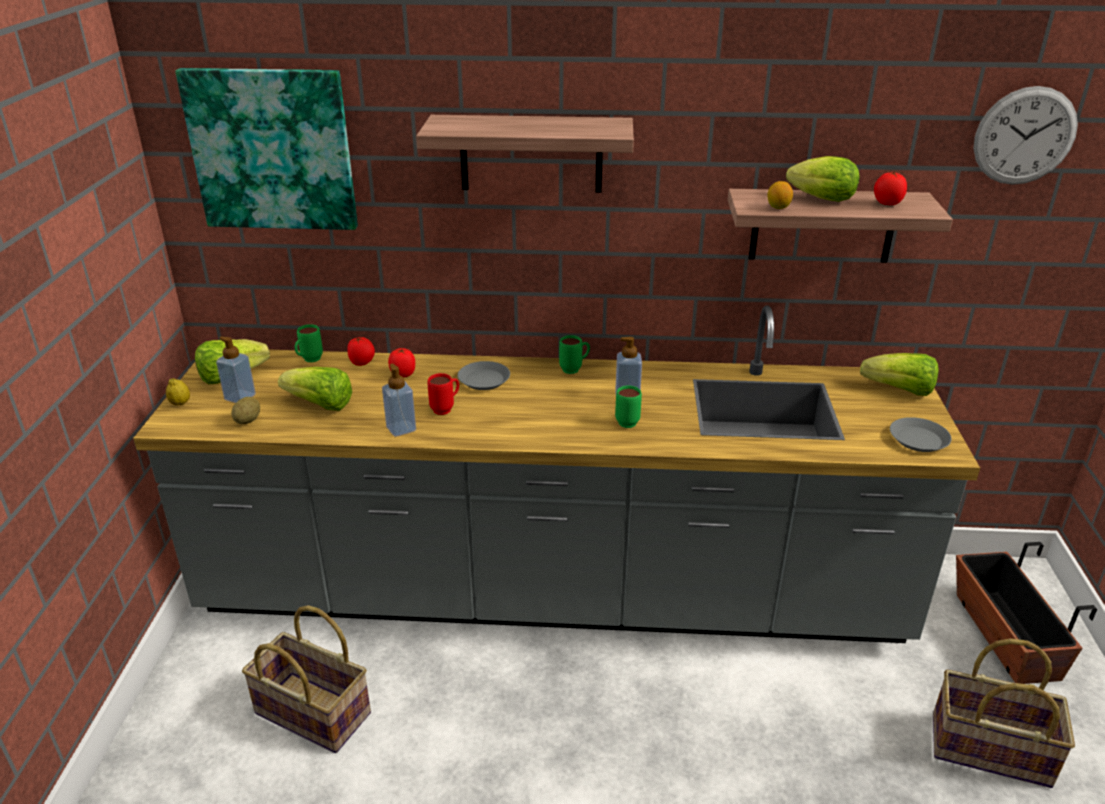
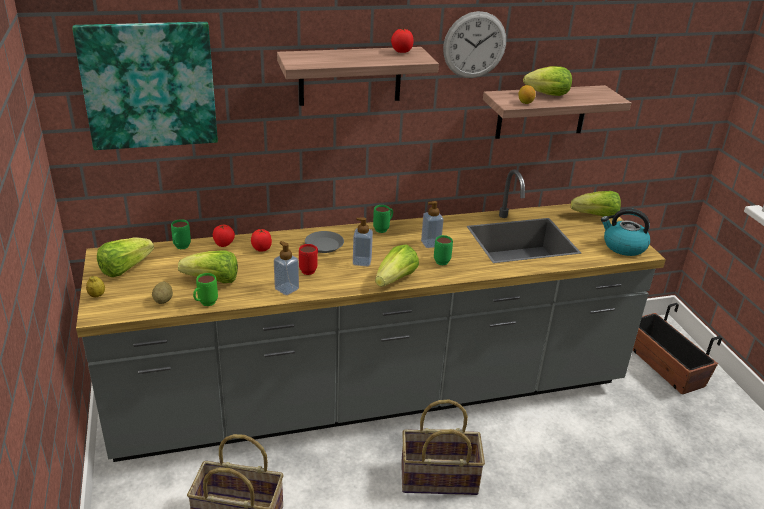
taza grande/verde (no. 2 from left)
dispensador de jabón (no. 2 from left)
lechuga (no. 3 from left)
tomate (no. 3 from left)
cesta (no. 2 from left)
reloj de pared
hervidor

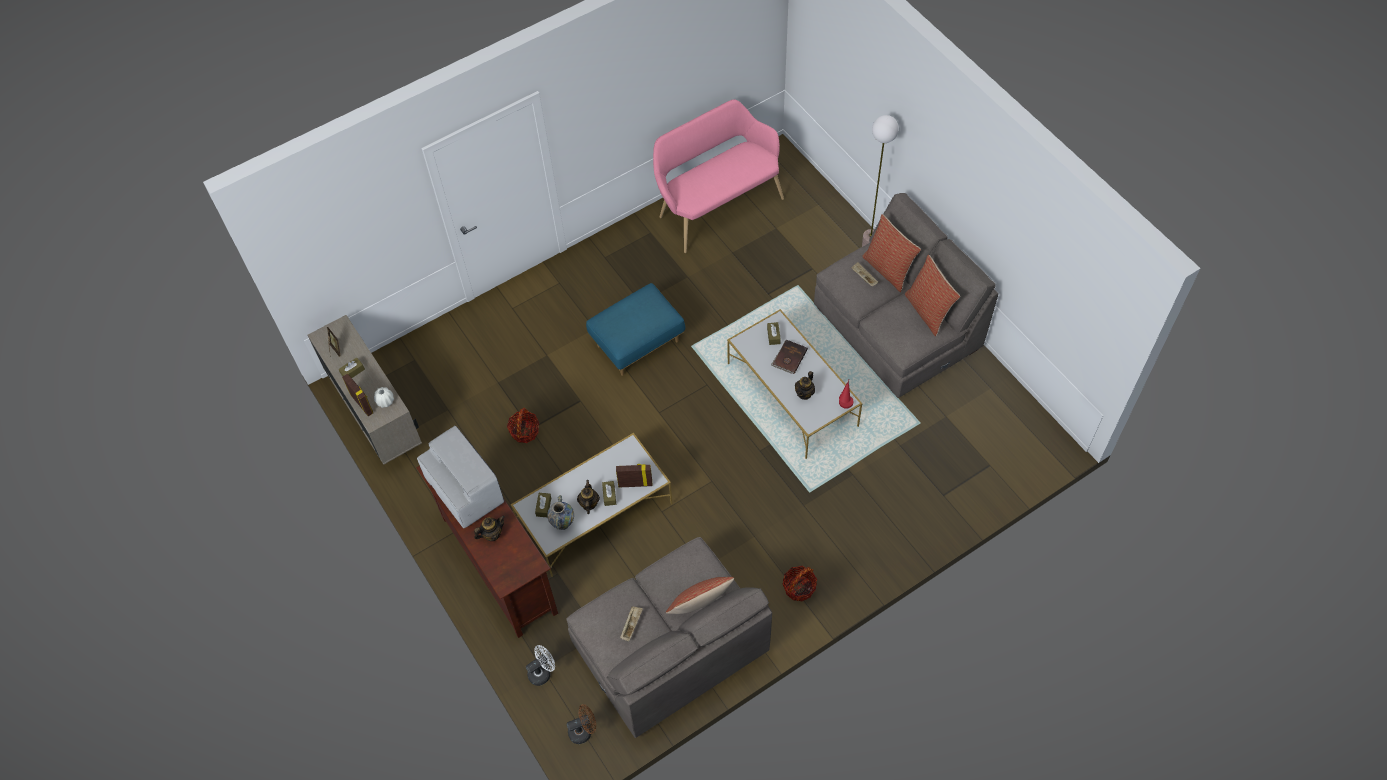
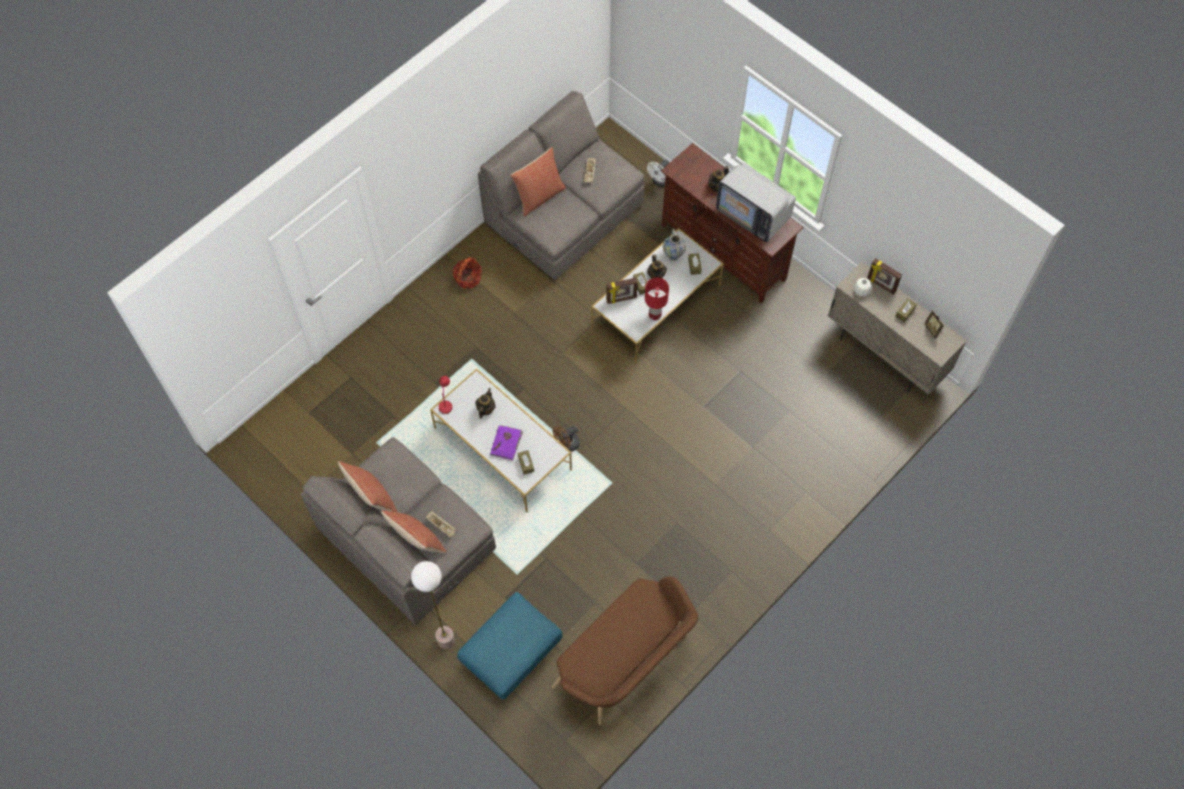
puf/azul
libro/morado
banco/marrón
ventilador/marrón
lámpara de mesa/rojo (no. 2 from left)
cesta (no. 1 from left in the first image)

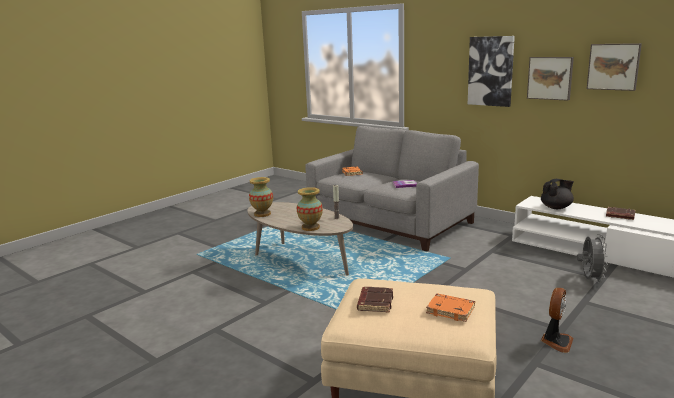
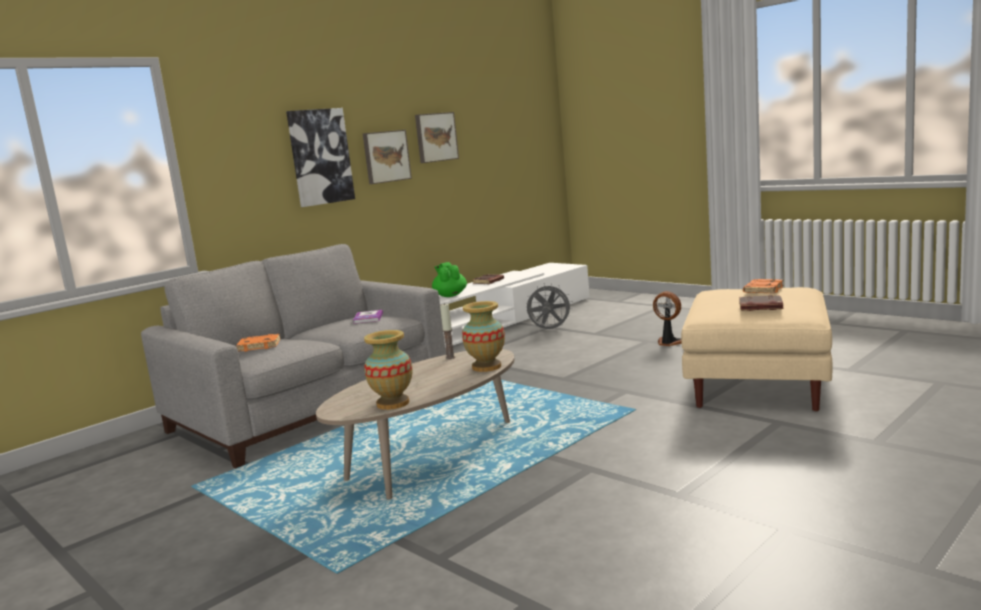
tetera/verde

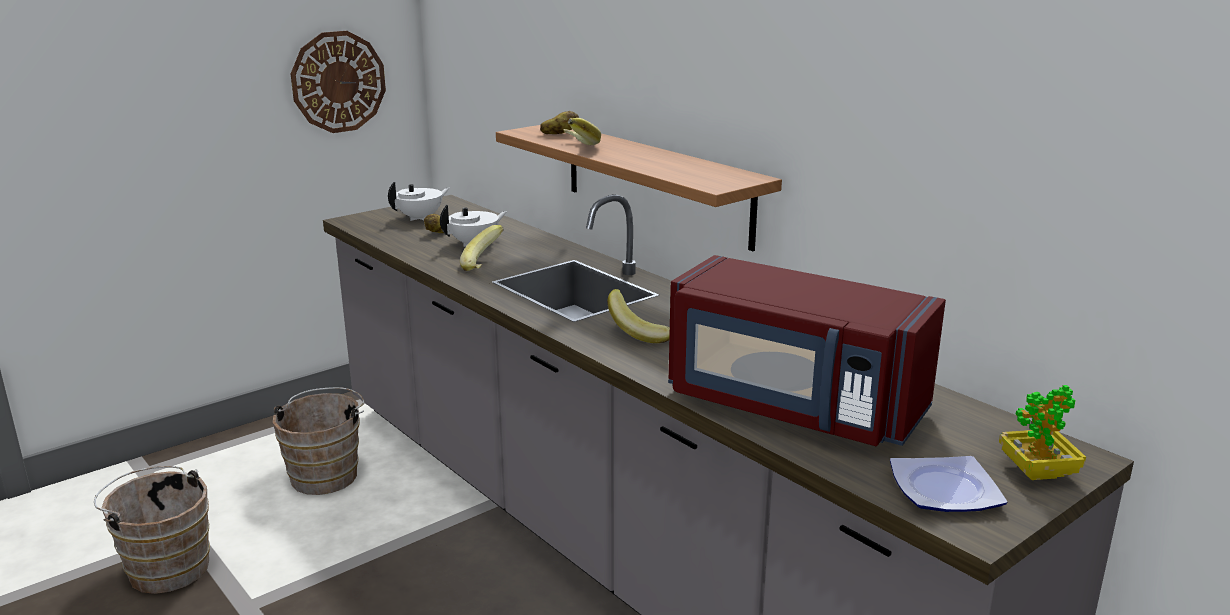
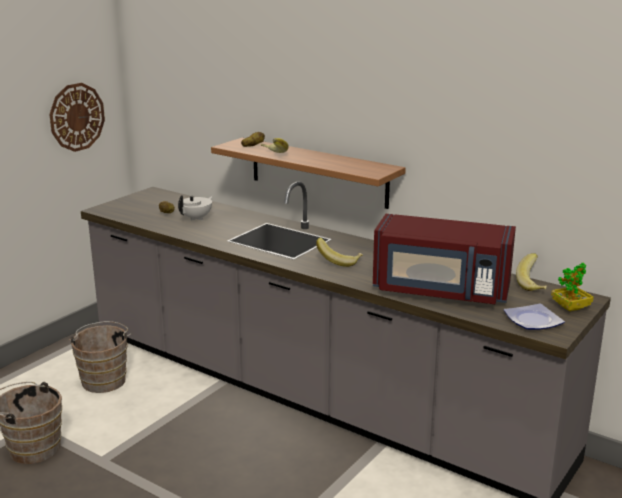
plátano (no. 3 from left)
tetera/blanco (no. 1 from left in the first image)

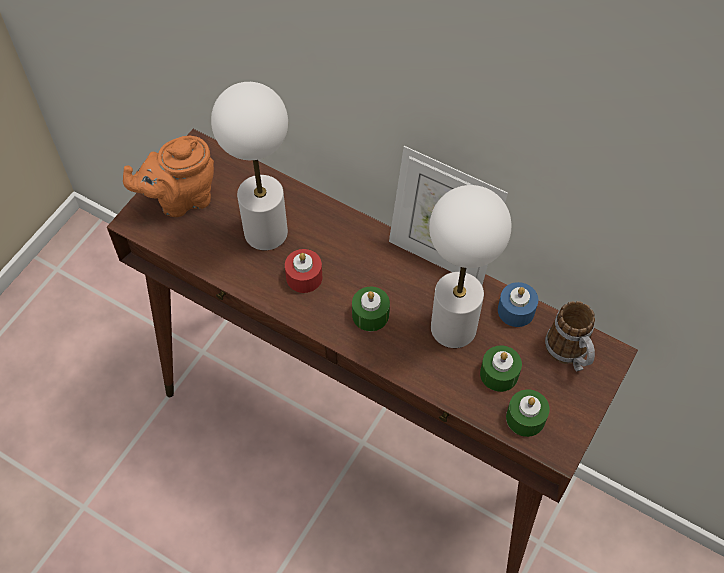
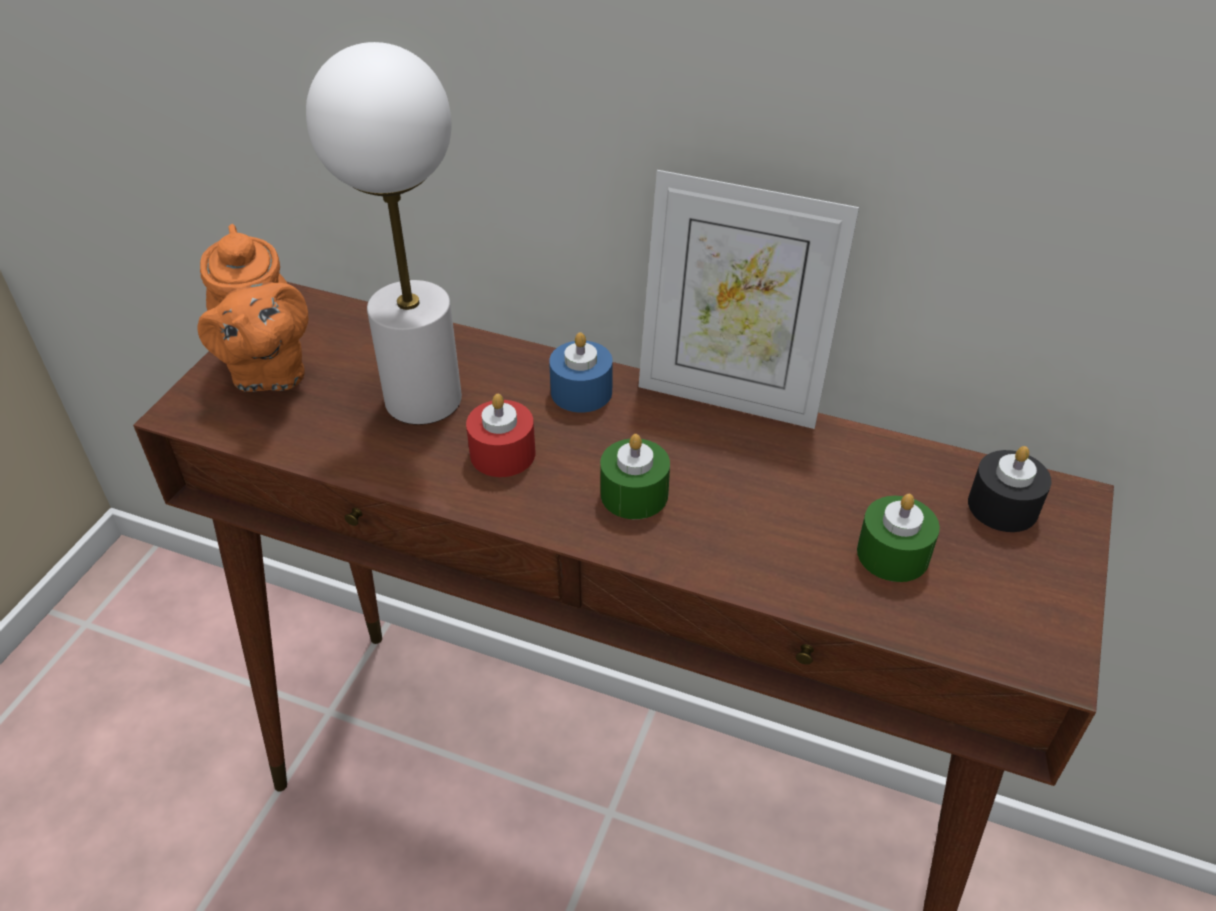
tetera/naranja
vela/azul
vela/negro
lámpara de mesa/blanco (no. 2 from left in the first image)
vela/verde (no. 3 from left in the first image)

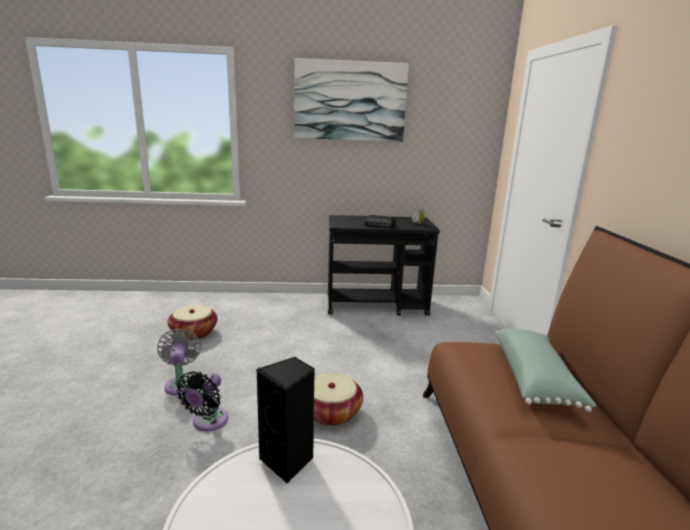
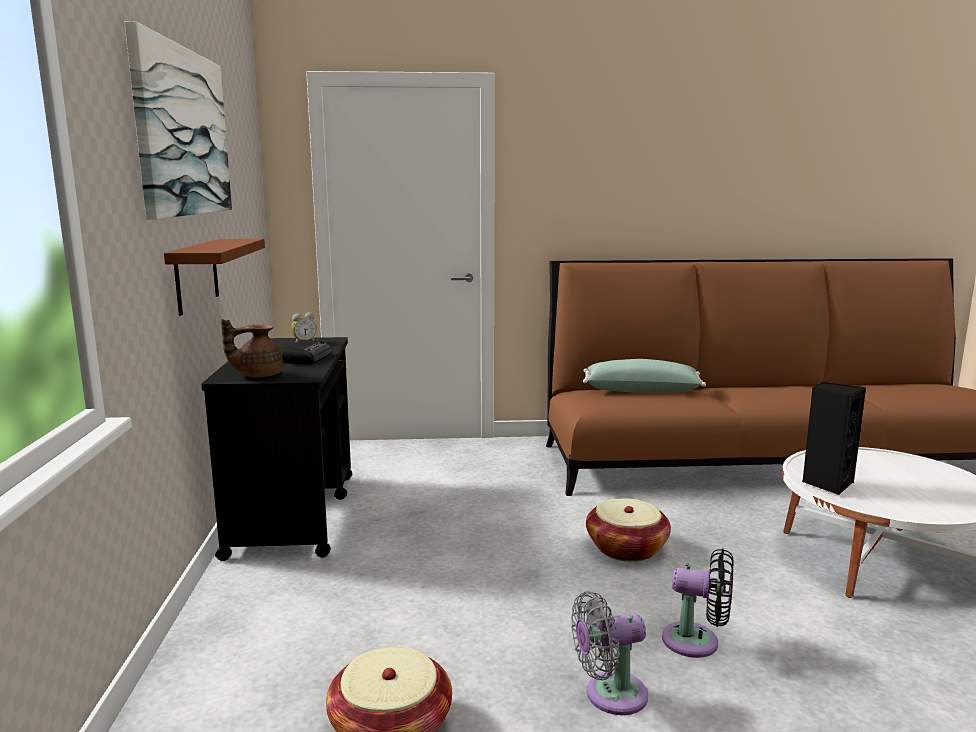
estante/marrón
tetera/marrón

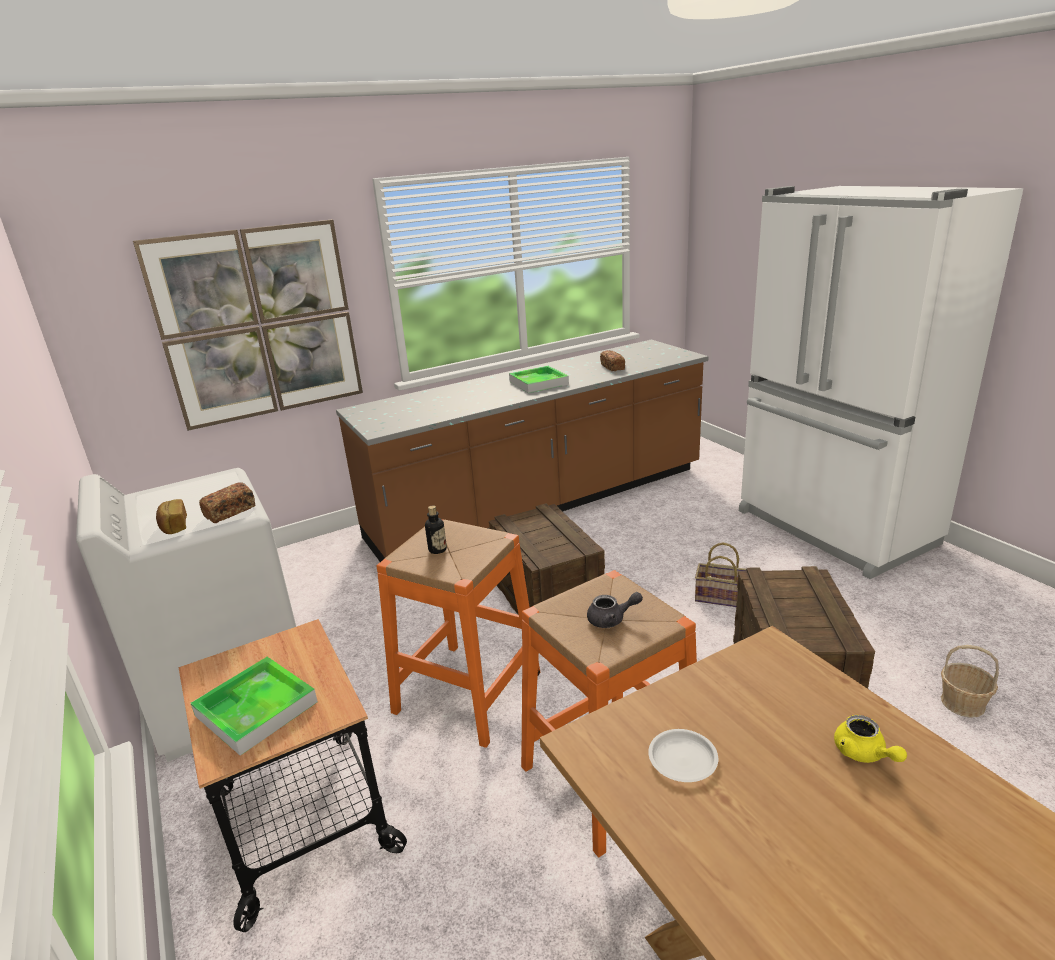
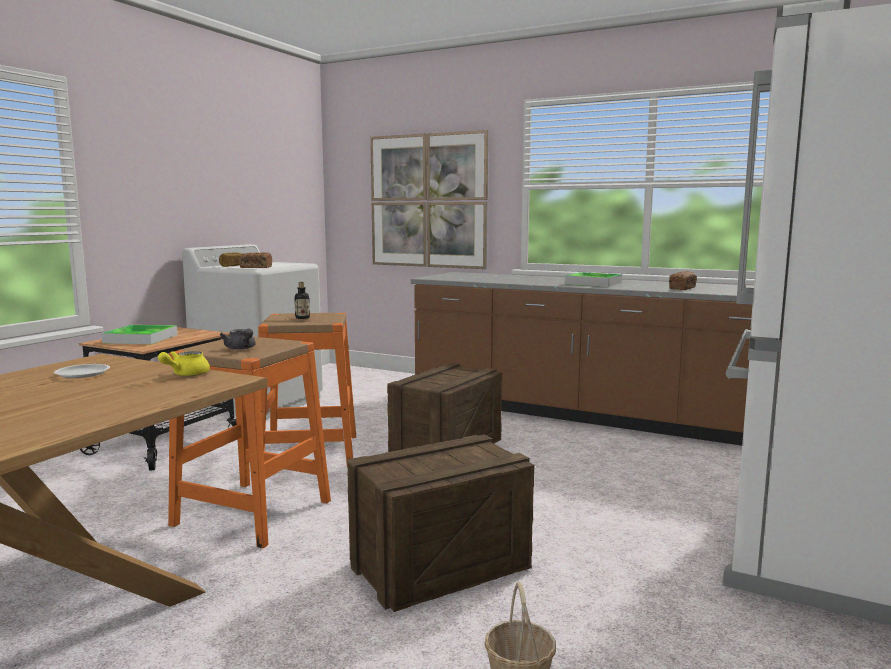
tetera/amarillo
cesta (no. 1 from left in the first image)

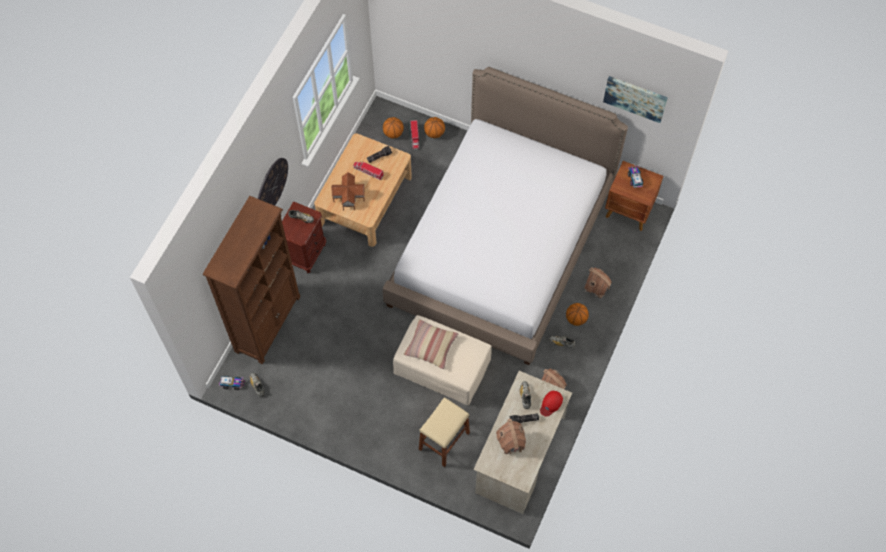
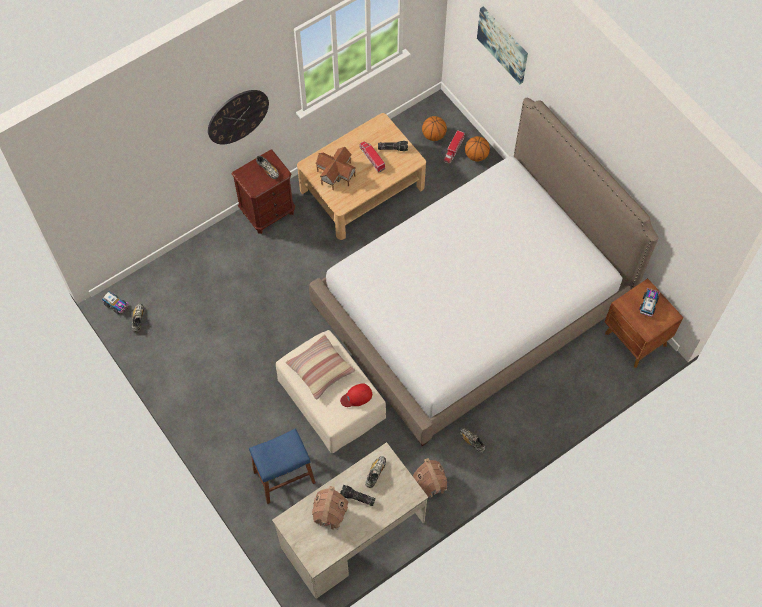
taburete/azul
gorra/rojo
cuadro
estantería/marrón
balón de baloncesto (no. 3 from left in the first image)
casita (no. 4 from left in the first image)

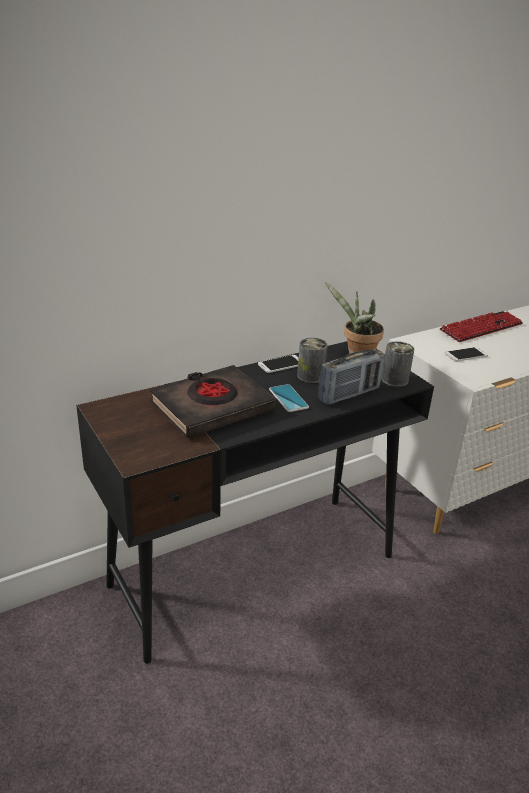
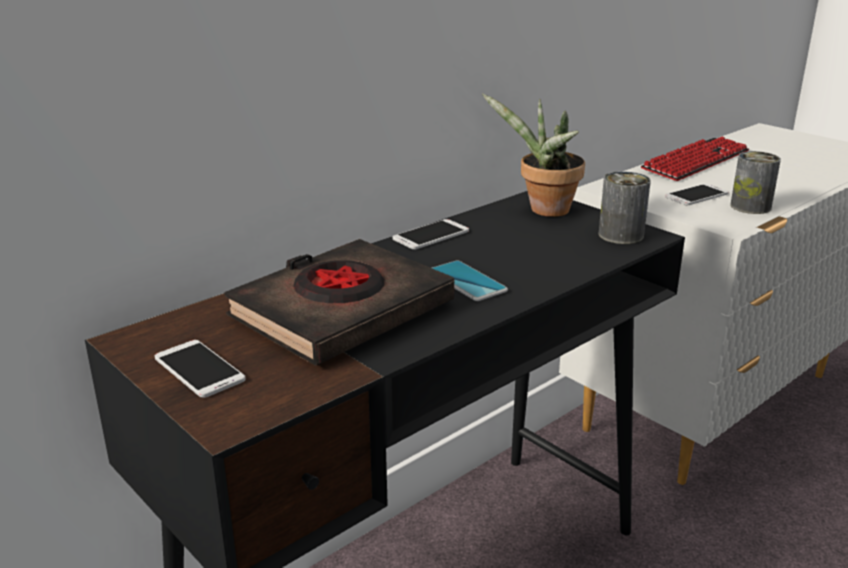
móvil (no. 1 from left)
lata (no. 2 from left)
radio

